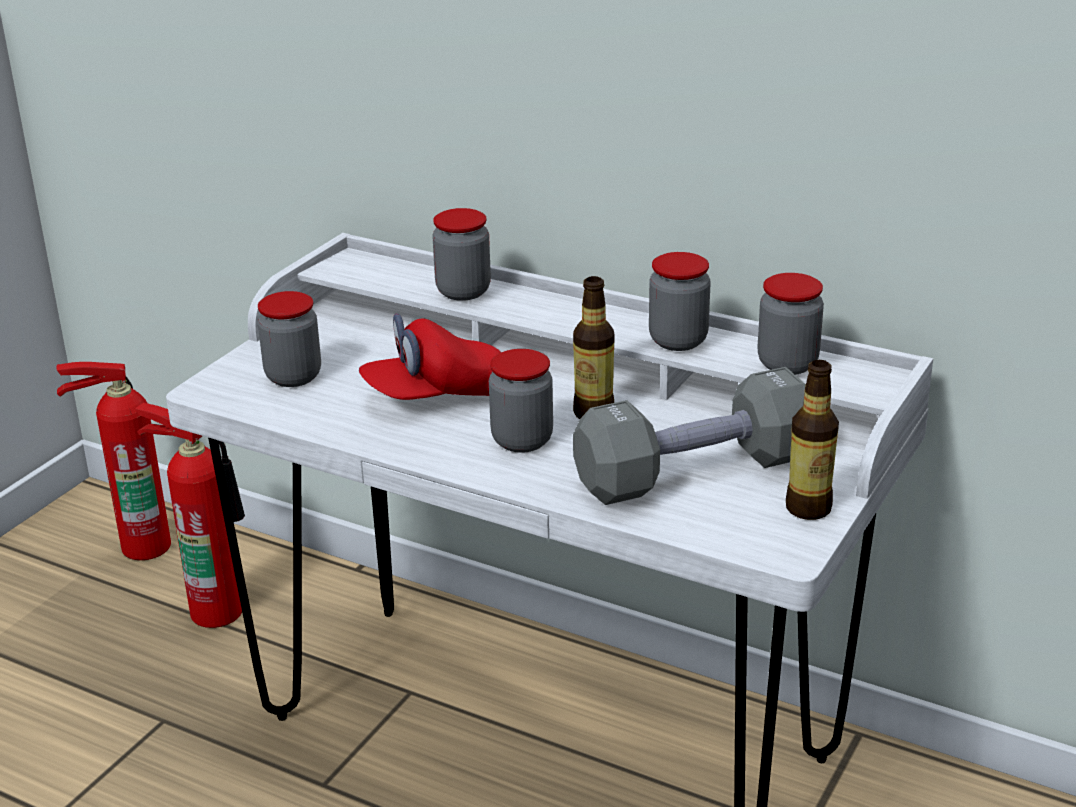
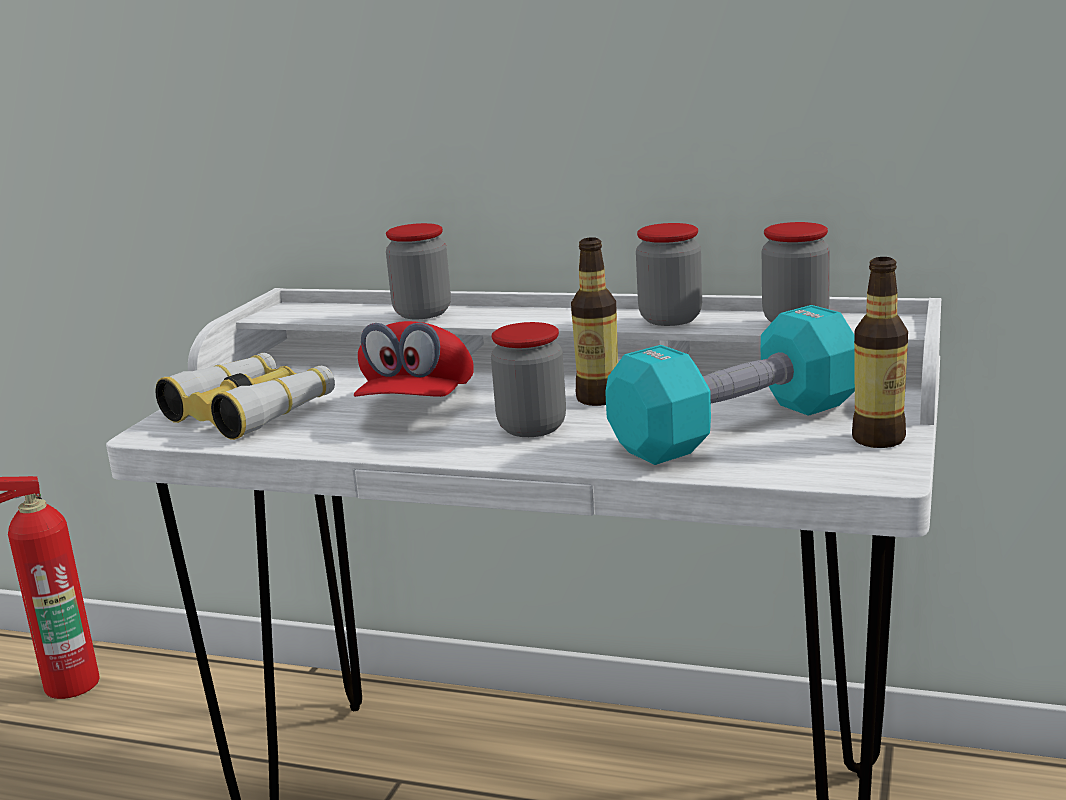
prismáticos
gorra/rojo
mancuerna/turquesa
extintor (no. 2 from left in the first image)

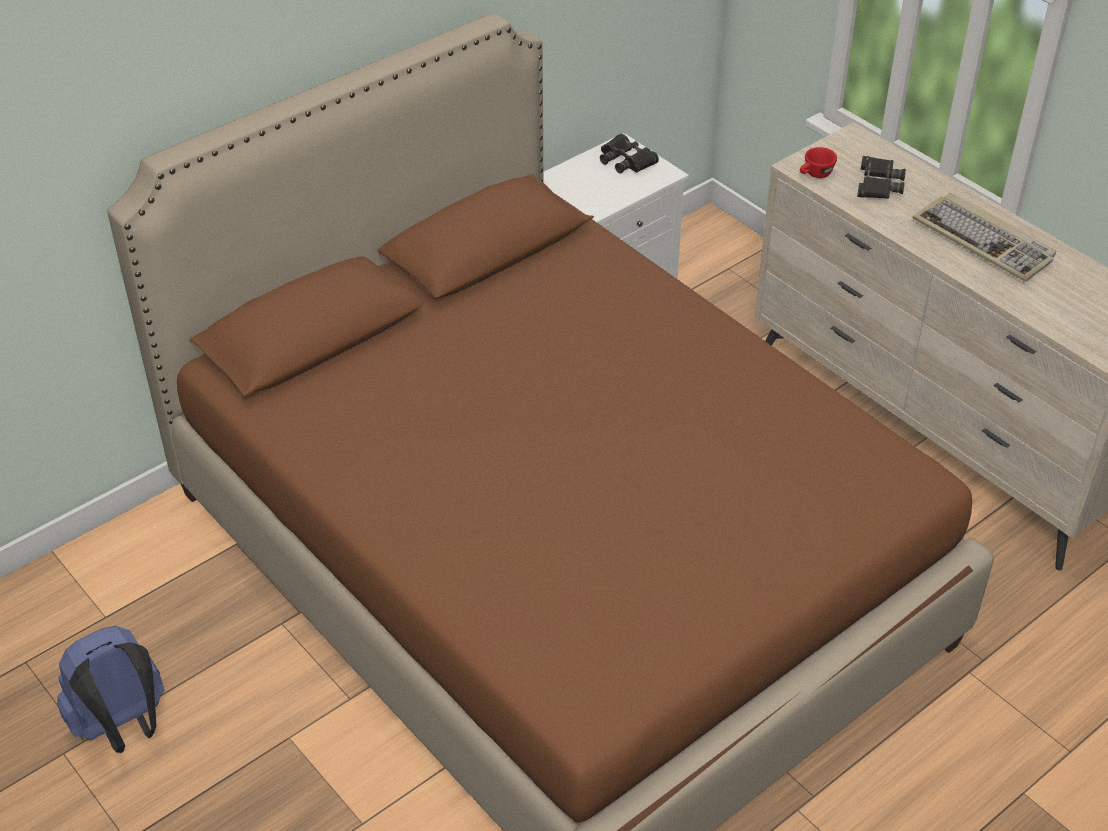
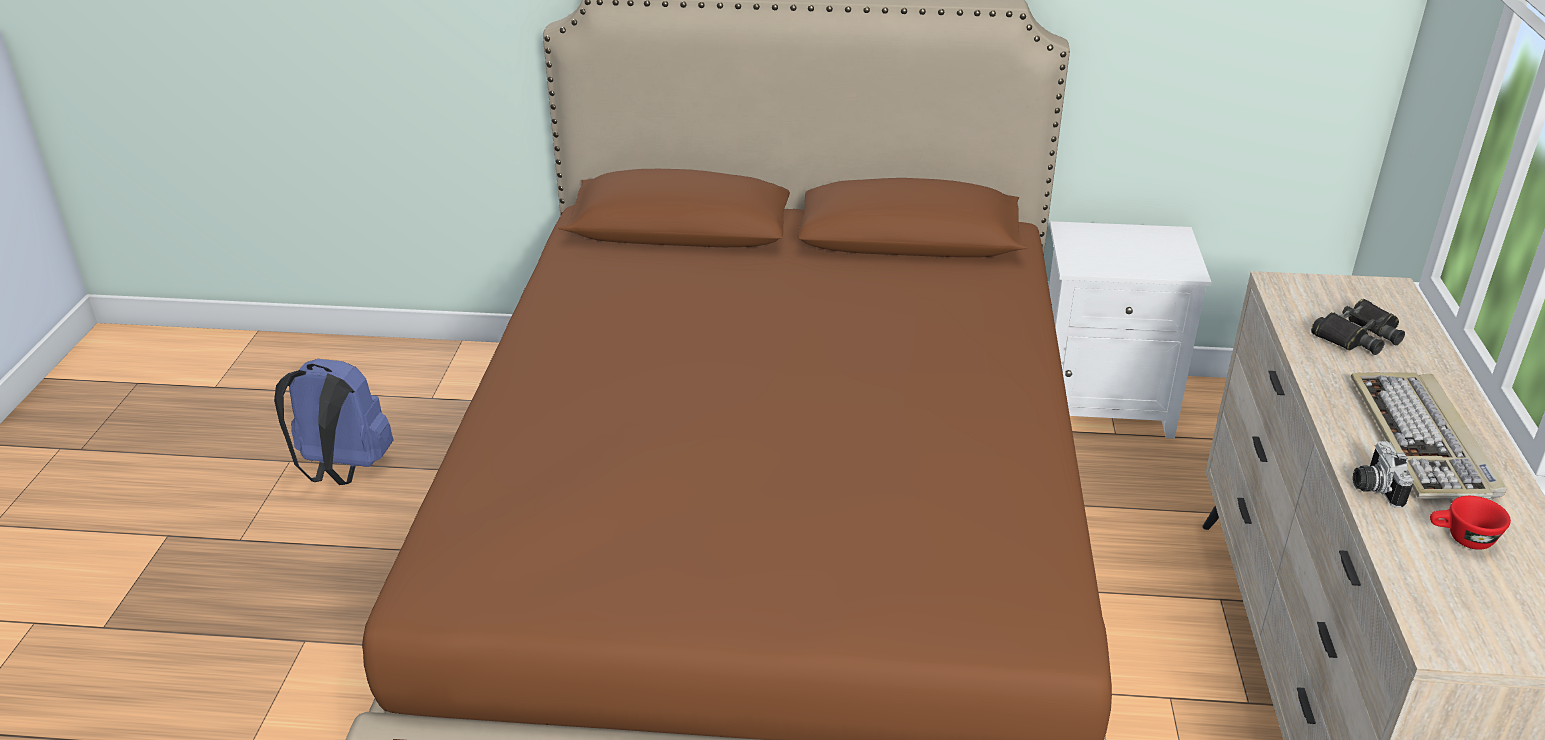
cámara
taza/rojo
prismáticos/negro (no. 1 from left in the first image)

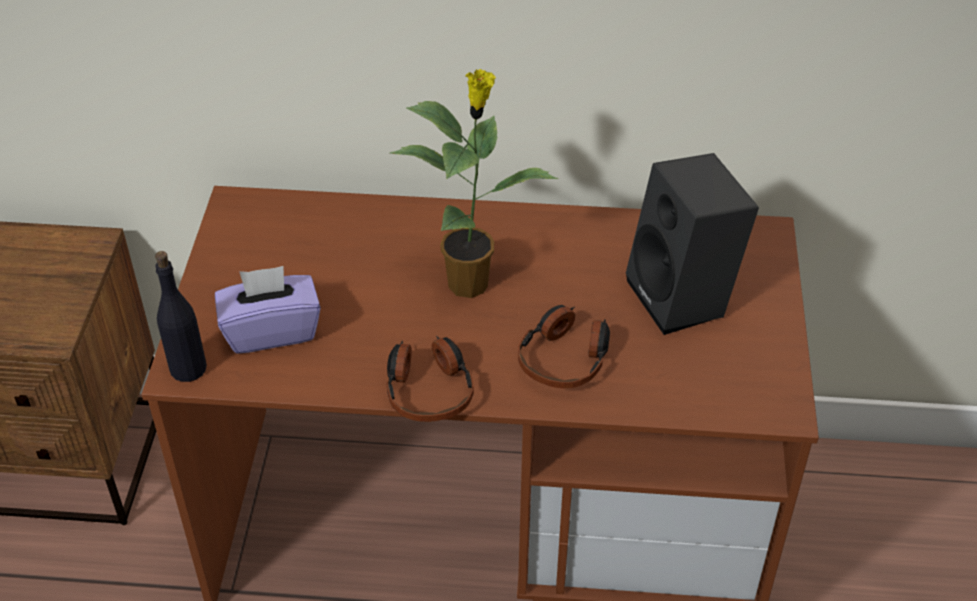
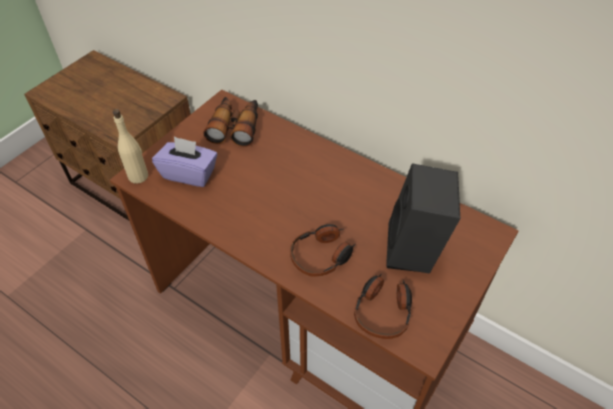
botella/beis
prismáticos
auriculares (no. 2 from left)
planta en maceta

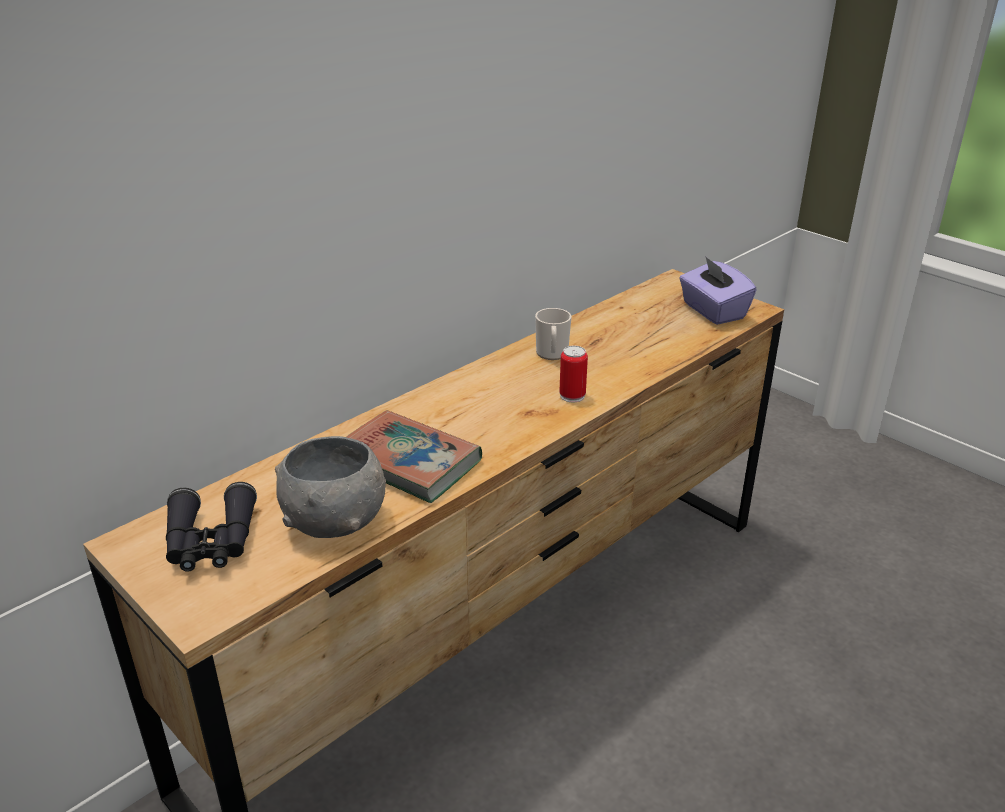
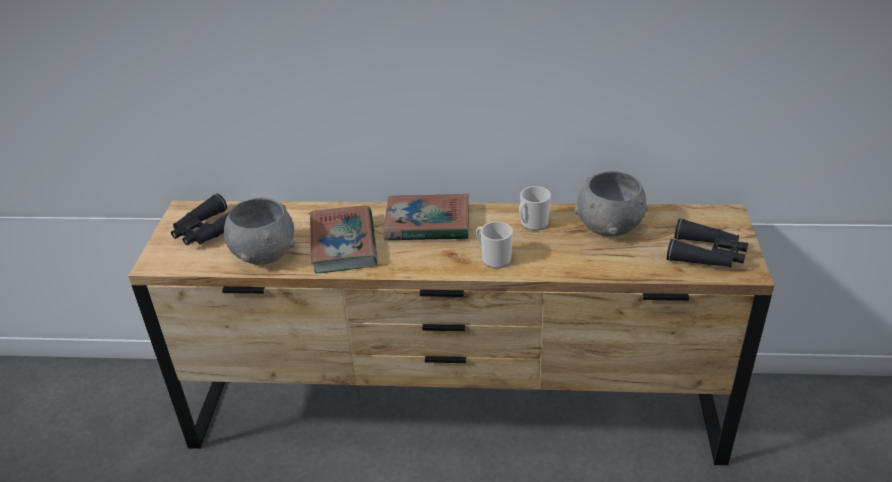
libro (no. 2 from left)
taza grande (no. 1 from left)
cuenco/gris (no. 2 from left)
prismáticos/negro (no. 2 from left)

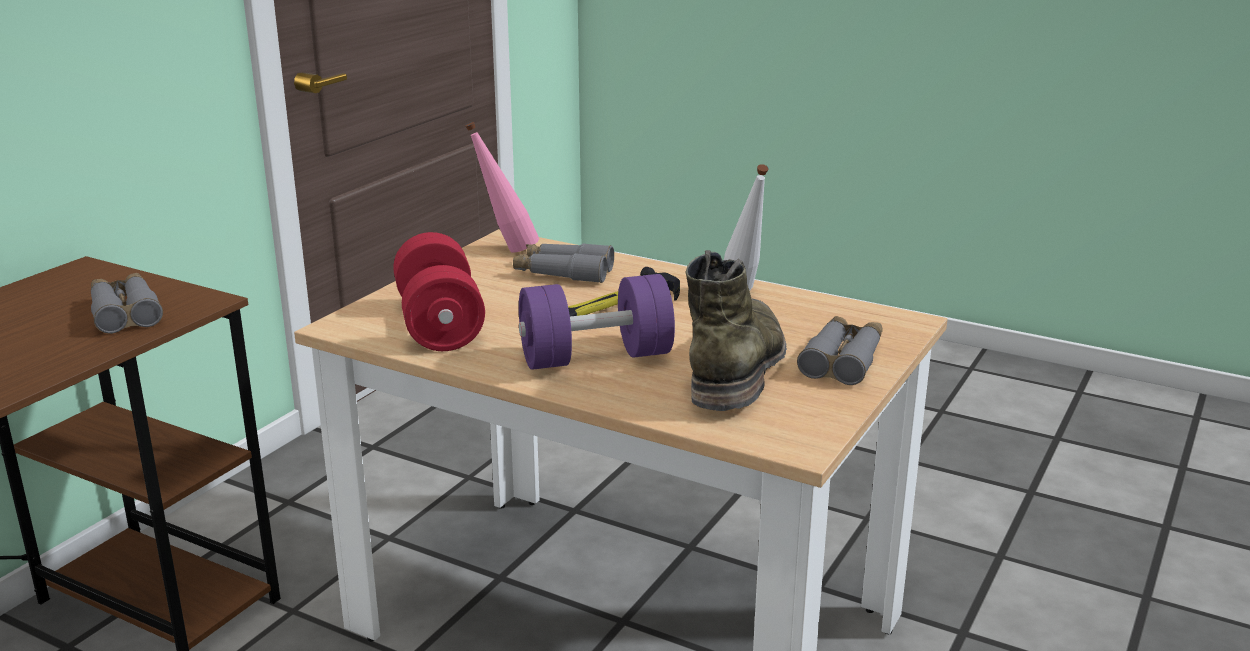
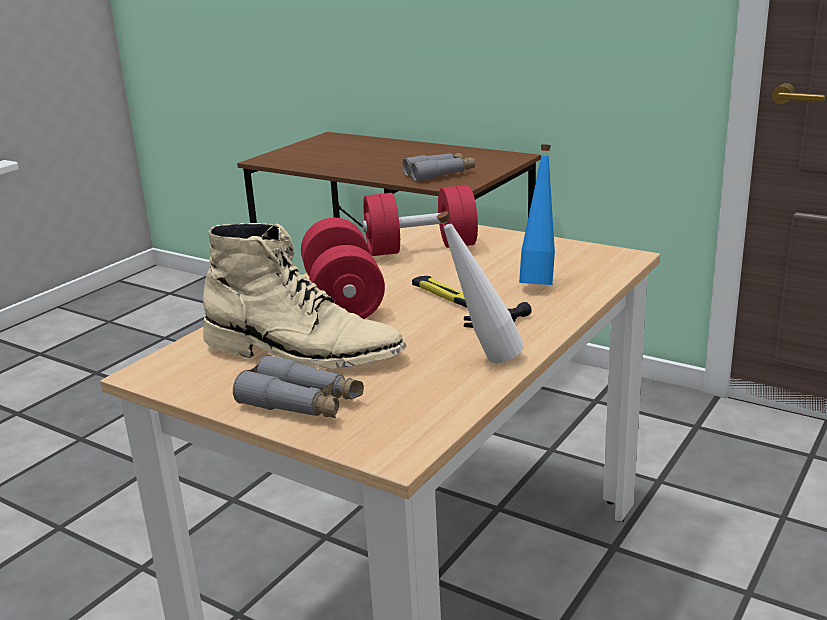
bota/beis
mancuerna/rojo (no. 1 from left)
botella/azul
botella/rosa

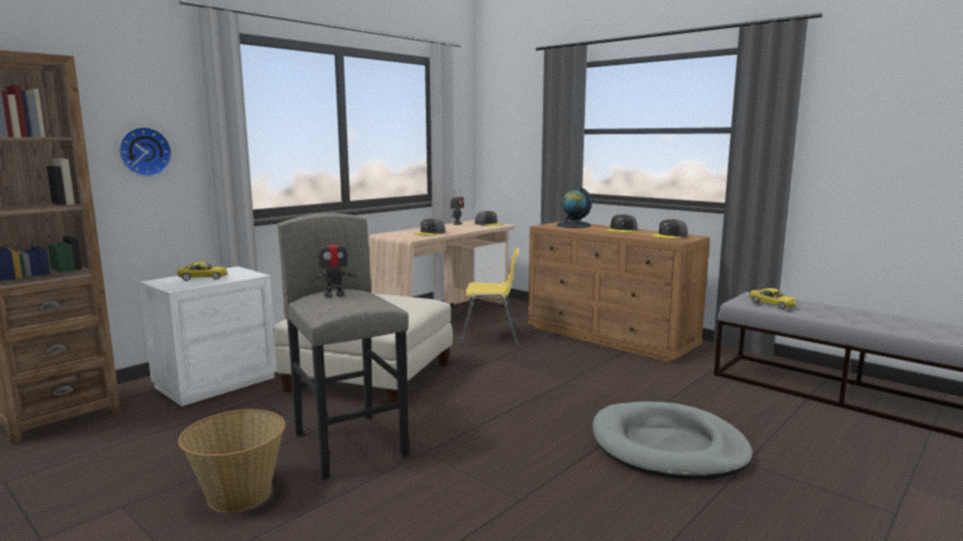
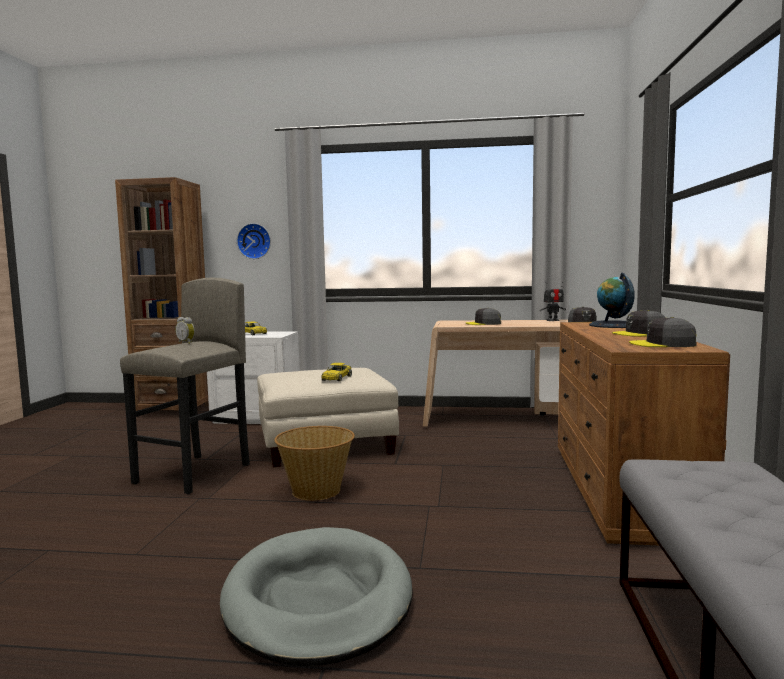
despertador
cesta
coche de juguete/amarillo (no. 2 from left)
silla/amarillo

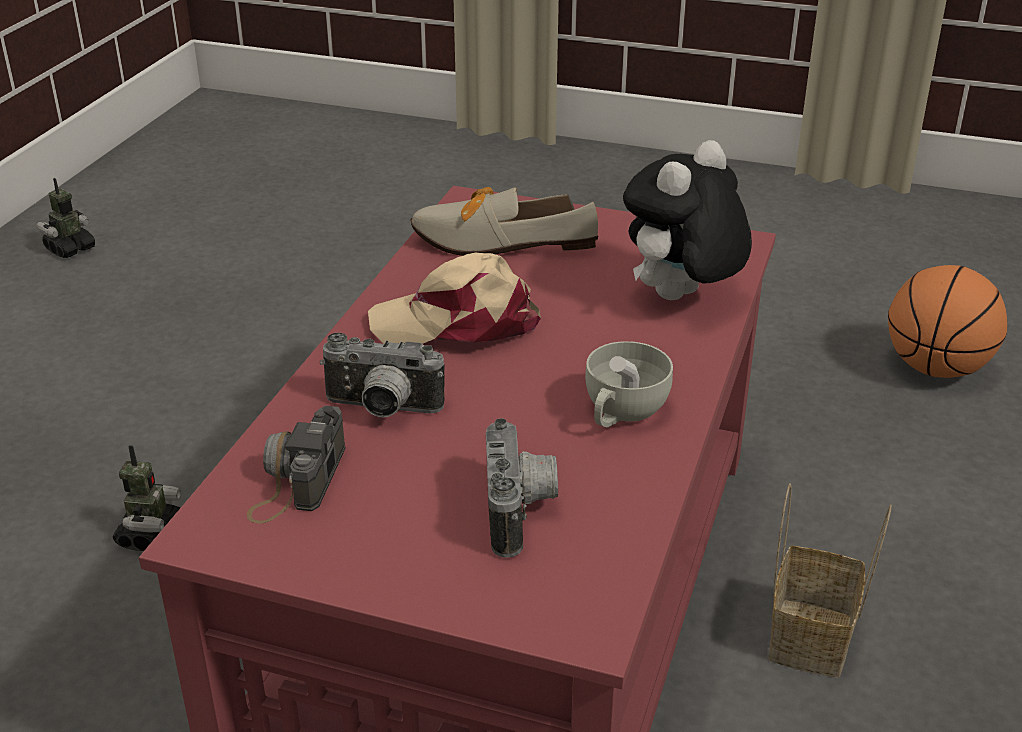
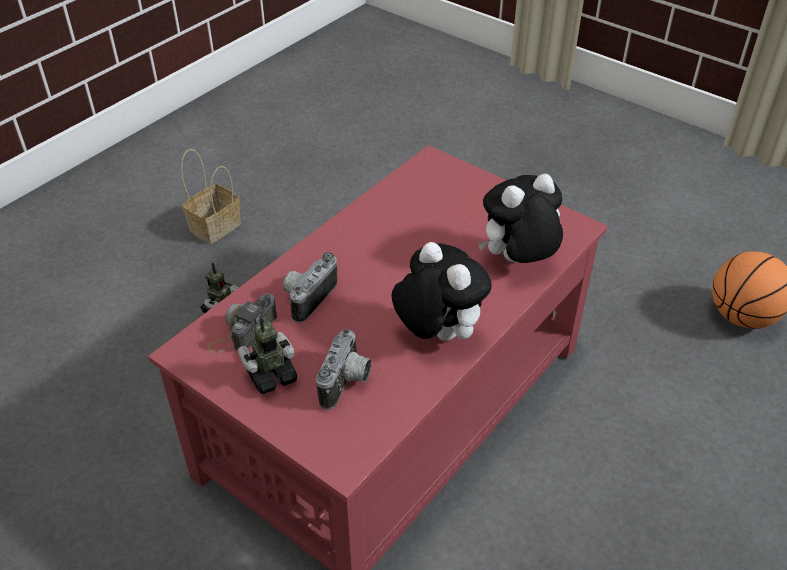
cesta
robot de juguete (no. 2 from left)
cámara (no. 2 from left)
peluche (no. 1 from left)
gorra/beis
zapato

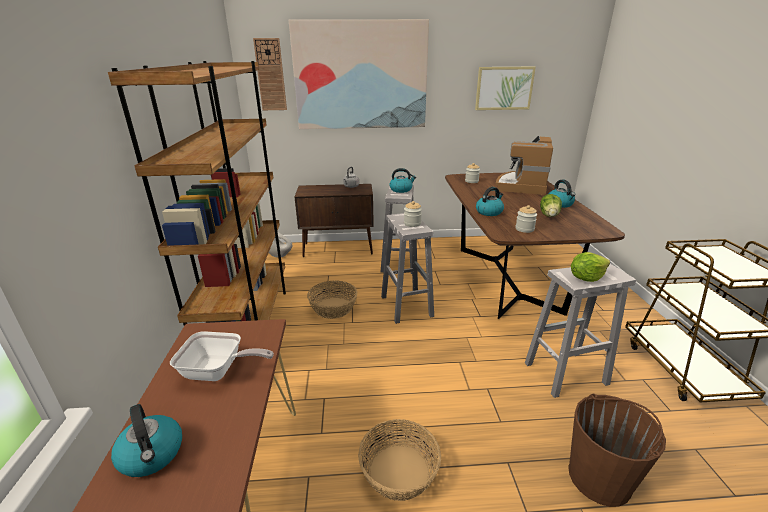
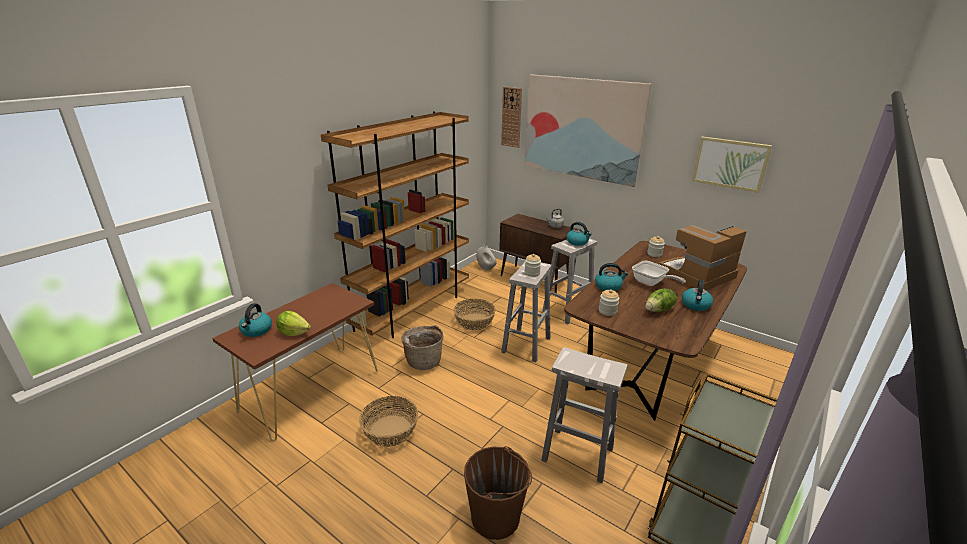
lechuga (no. 1 from left)
cesta (no. 2 from left)
sartén

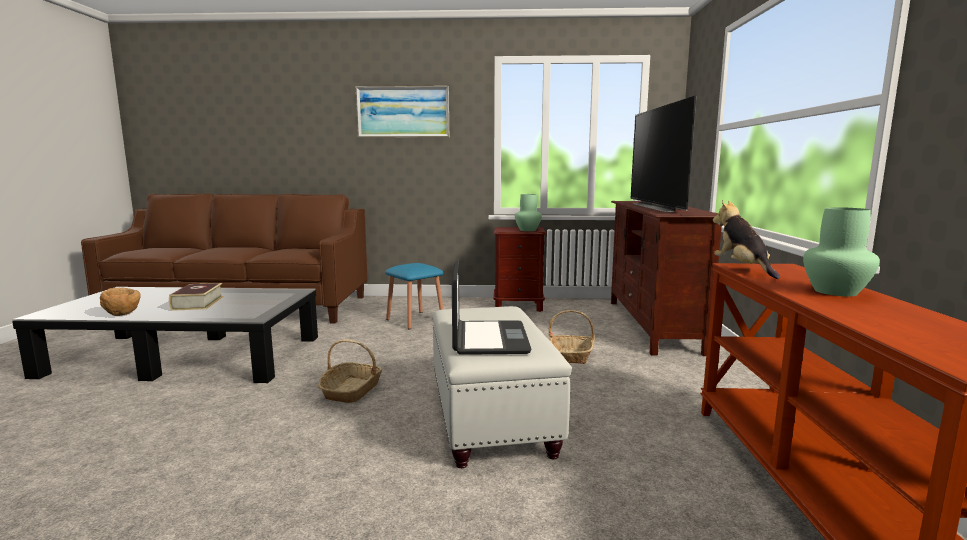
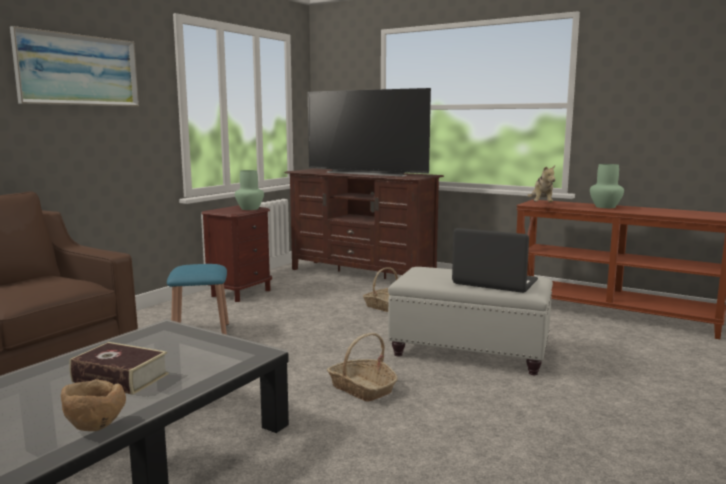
peluche

